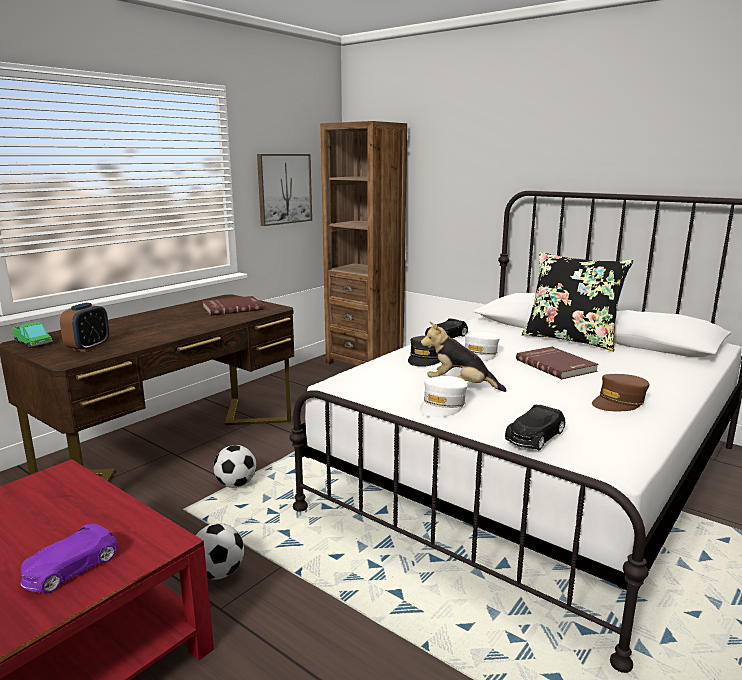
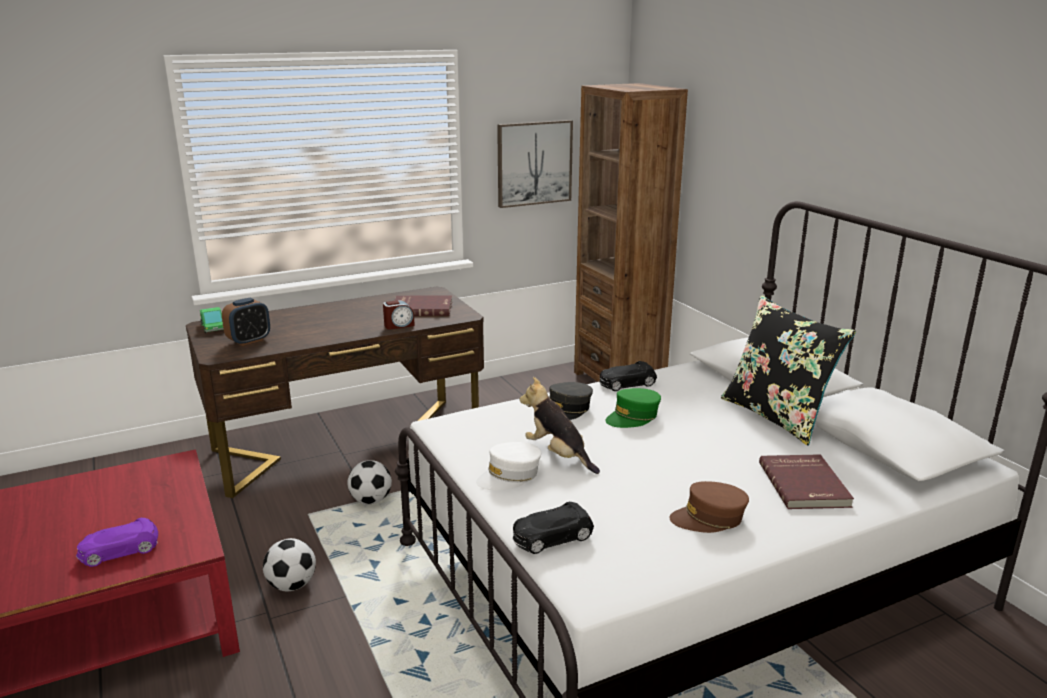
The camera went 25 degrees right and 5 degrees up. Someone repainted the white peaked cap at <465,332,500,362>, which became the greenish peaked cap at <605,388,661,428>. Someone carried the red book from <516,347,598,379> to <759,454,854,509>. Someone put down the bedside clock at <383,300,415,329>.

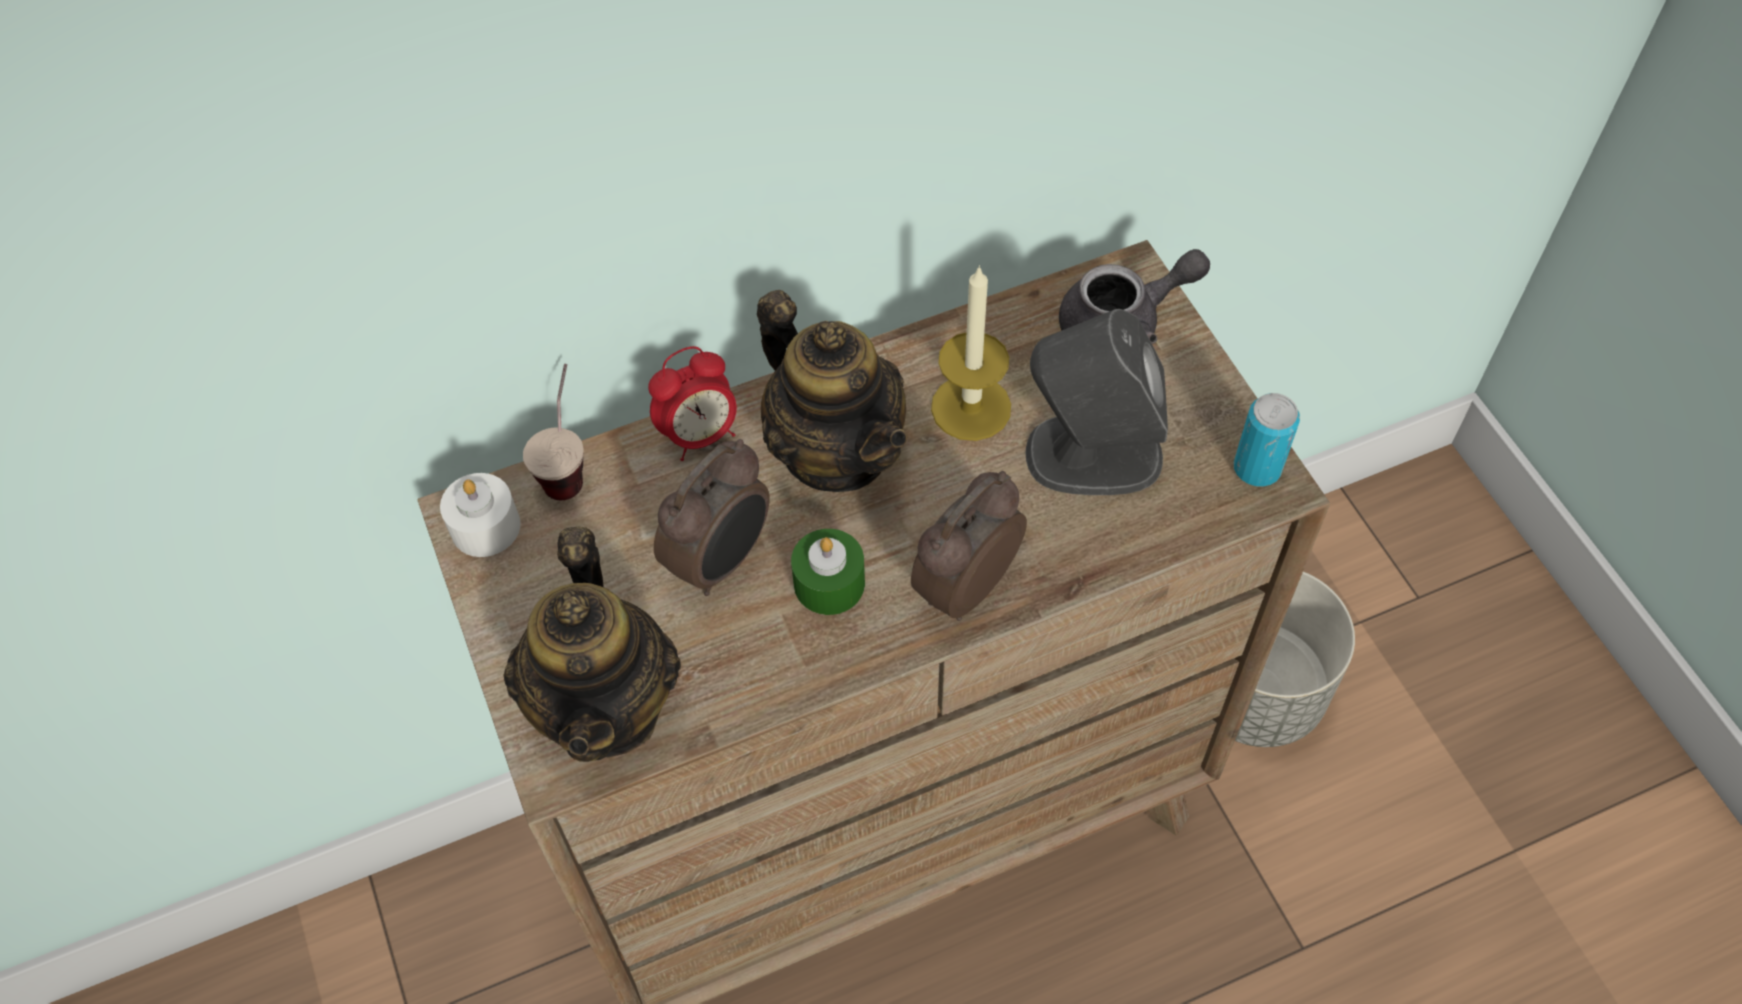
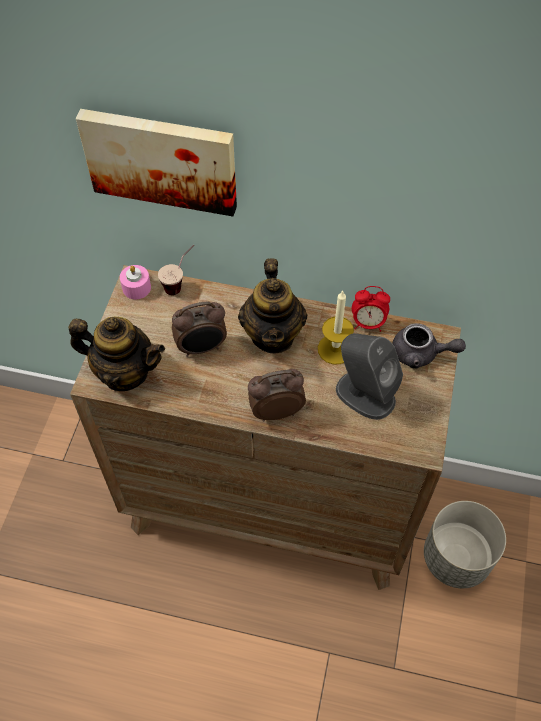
The camera went 35 degrees right and 0 degrees up. Someone carried the bedside clock from <648,346,737,461> to <352,286,390,332>. Someone took away the can at <1234,393,1300,487>. Someone repainted the white candle at <440,473,521,557>, which became the pink candle at <120,265,151,299>. Someone rotated the pot for tea at <503,527,681,762> by 105 degrees counterclockwise. Someone took away the greenish candle at <791,529,865,615>. Someone put up the wall picture at <76,109,237,216>.

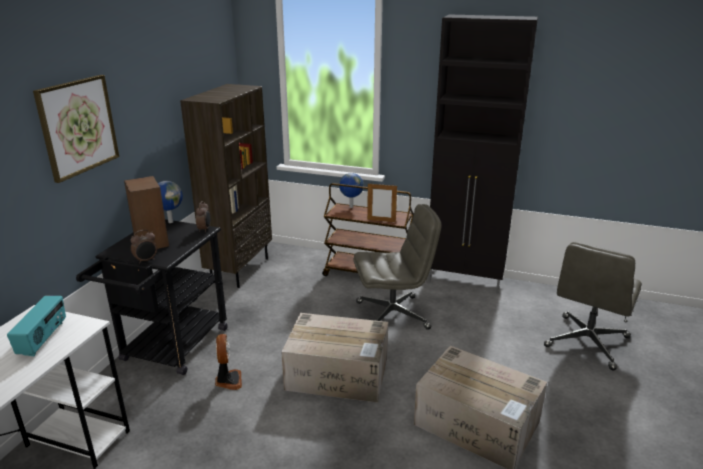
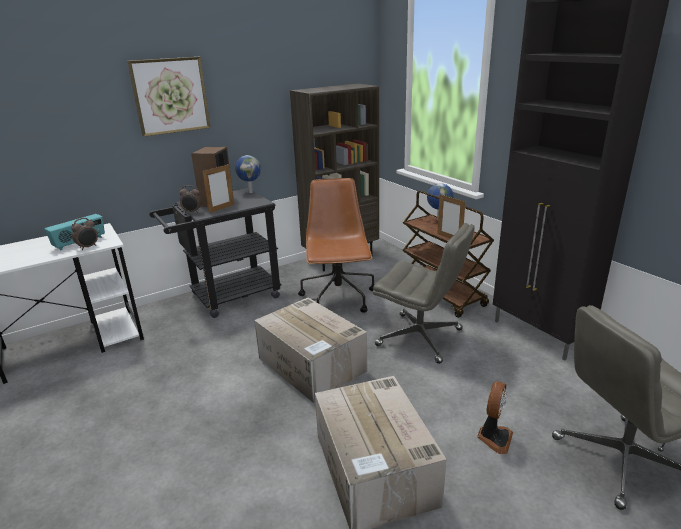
The camera went 40 degrees right and 0 degrees up. Someone carried the bedside clock from <196,201,210,232> to <71,218,98,250>. Someone carried the electric fan from <215,334,242,390> to <477,381,513,454>. Someone put down the picture frame at <202,164,234,213>. Someone put down the brown-coloured computer chair at <298,178,375,313>.

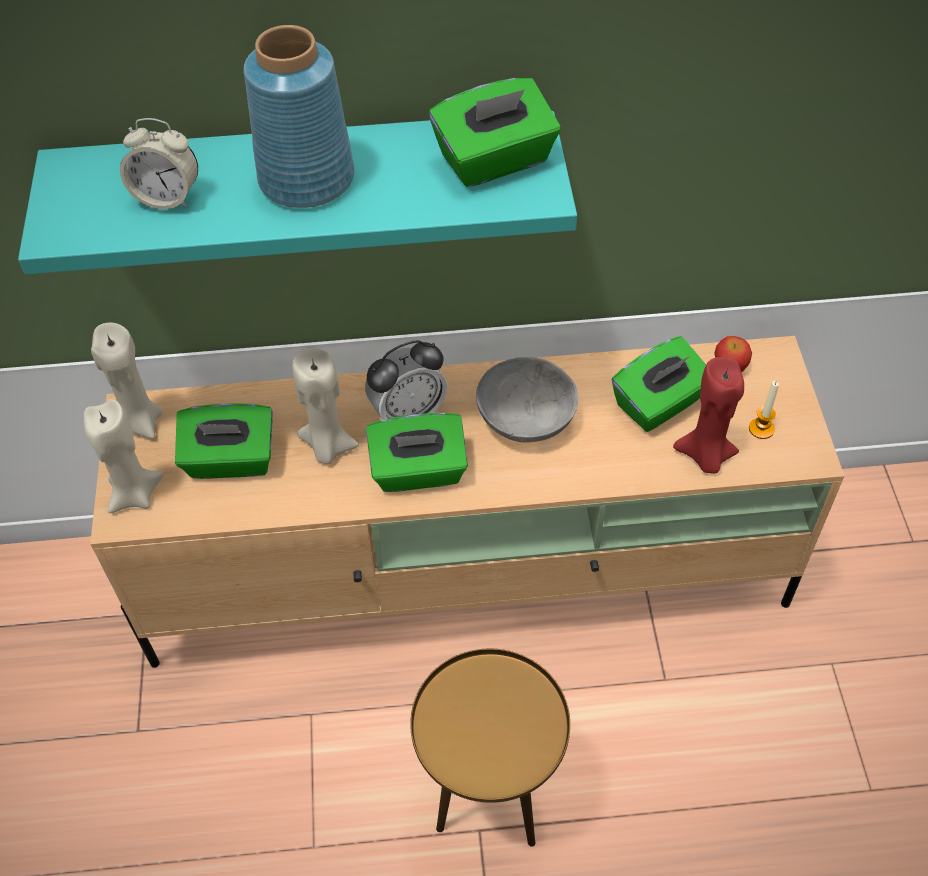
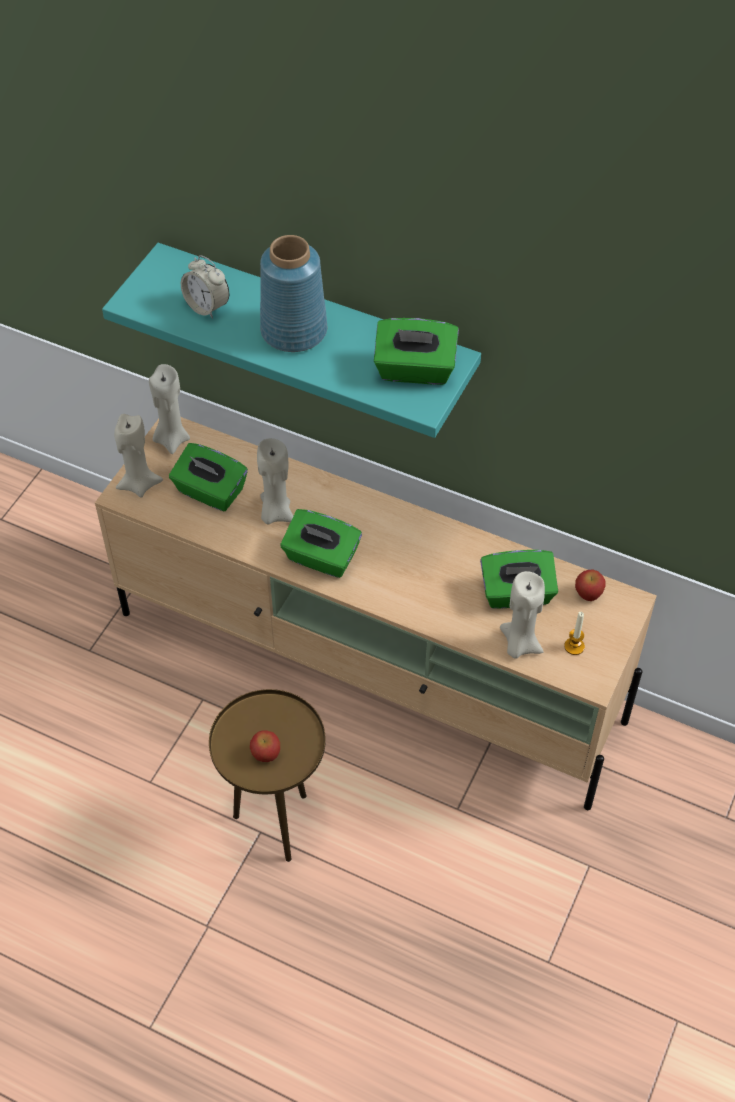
The camera went 30 degrees right and 0 degrees up. Someone took away the bedside clock at <365,340,447,420>. Someone took away the greyish serving bowl at <476,357,578,442>. Someone repainted the red candle at <673,357,744,474>, which became the beige candle at <500,571,545,659>. Someone put down the apple fruit at <250,730,280,762>.

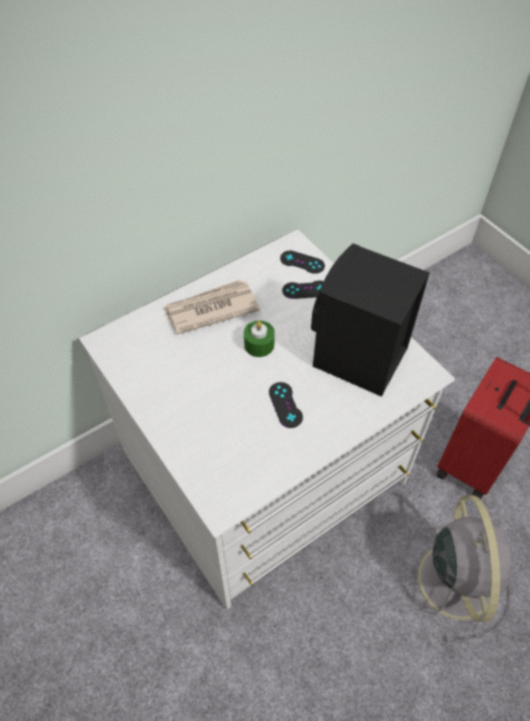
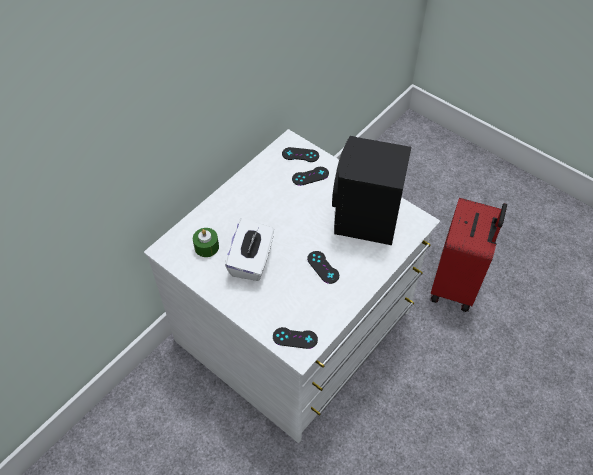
The camera went 15 degrees left and 0 degrees up. Someone took away the printed paper at <163,280,260,334>. Someone carried the greenish candle from <244,321,275,357> to <193,228,219,257>. Someone took away the greyish electric fan at <399,495,512,642>. Someone put down the white tissue holder at <225,218,274,281>. Someone put down the blackish gamepad at <273,327,318,349>.

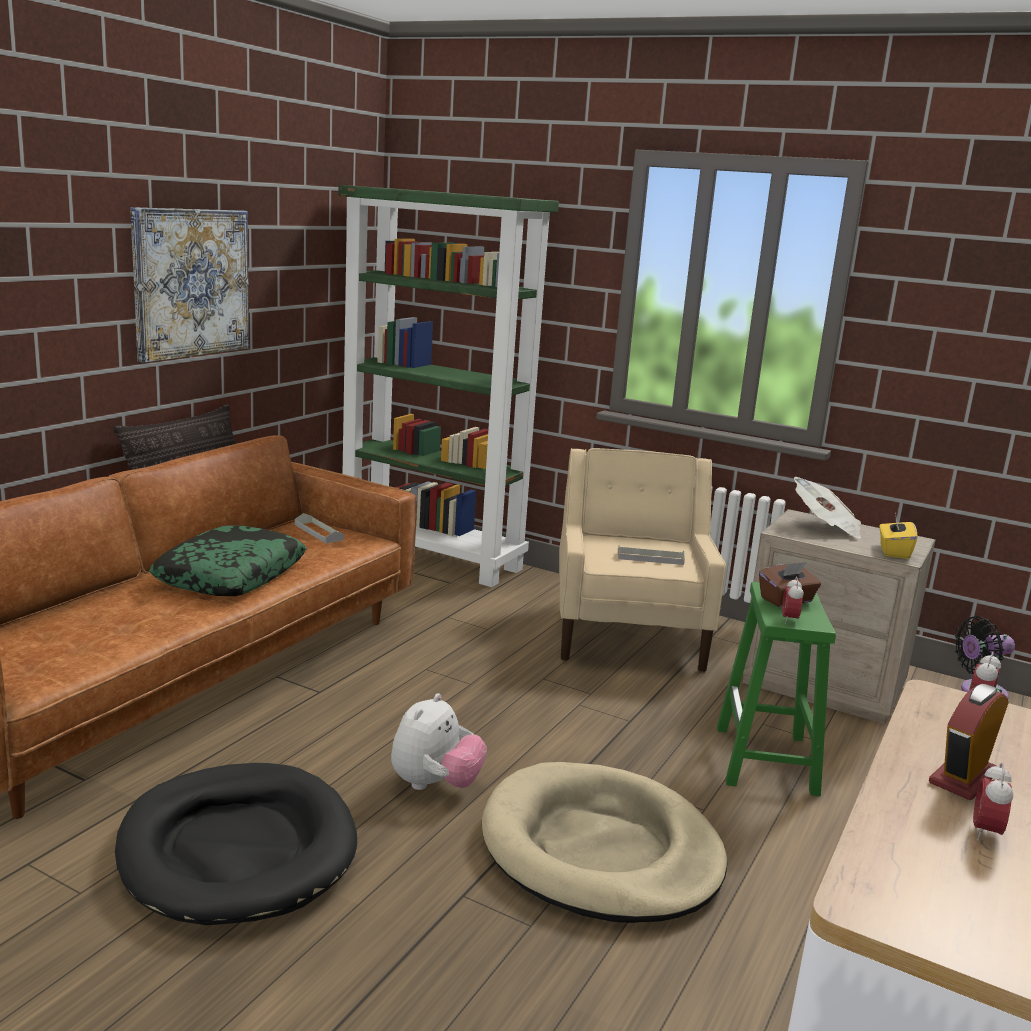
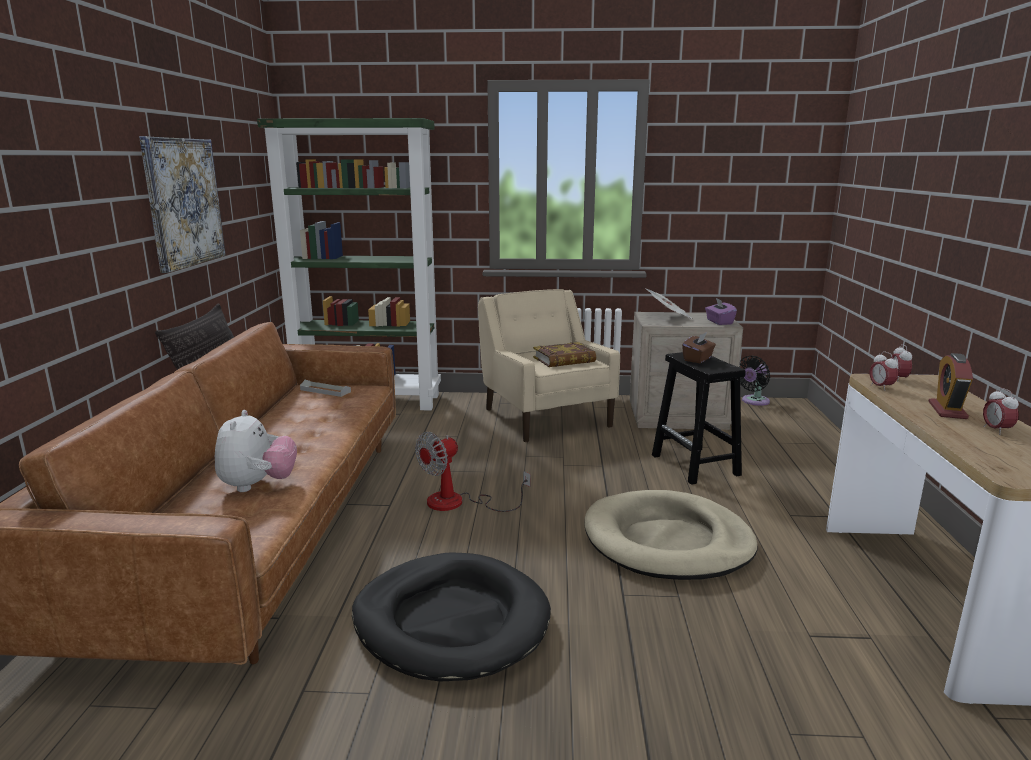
The camera went 25 degrees left and 0 degrees up. Someone repainted the yellow tissue holder at <879,512,917,559>, which became the purple tissue holder at <705,298,737,325>. Someone took away the throw pillow at <149,525,307,596>. Someone swapped the greyish carrying tray at <618,545,685,565> for the book at <533,342,596,367>. Someone carried the bedside clock from <782,577,804,624> to <870,351,898,391>. Someone repainted the greenish stool at <717,582,836,796>, which became the blackish stool at <652,352,746,485>. Someone carried the soft toy from <391,693,487,790> to <215,410,297,492>. Someone put down the electric fan at <415,432,531,512>.

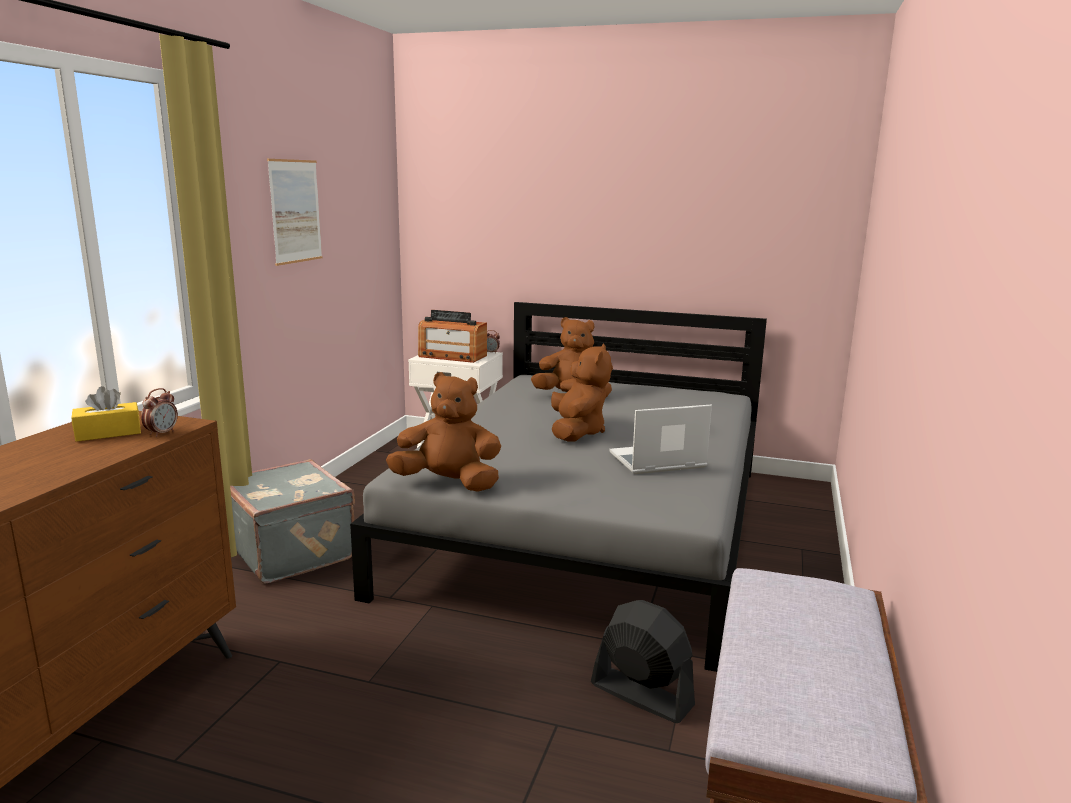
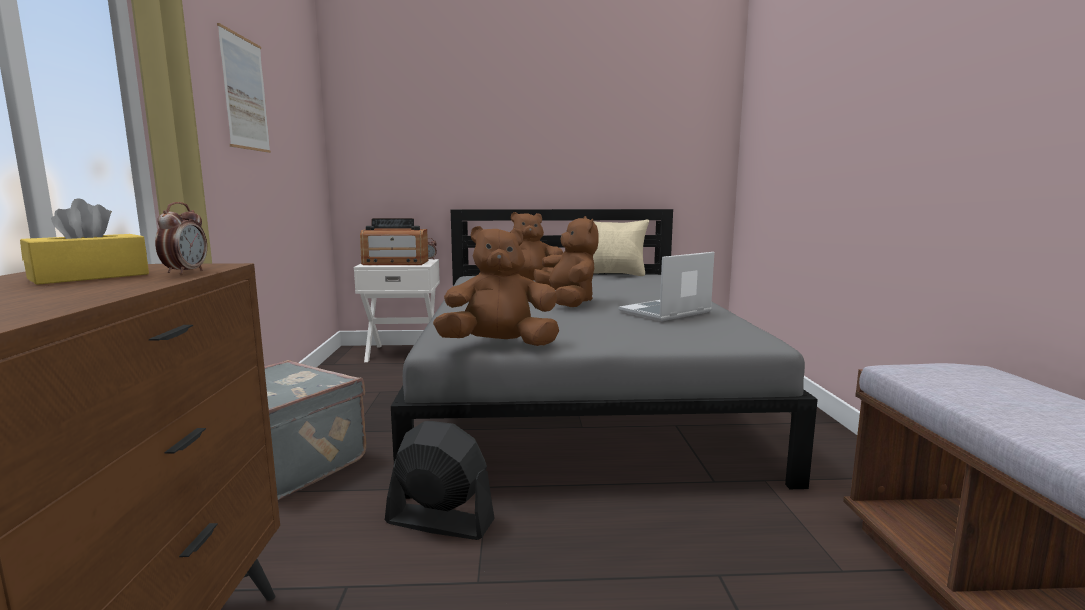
The camera went 20 degrees left and 5 degrees down. Someone carried the blackish electric fan from <591,600,695,723> to <385,421,495,540>. Someone put down the beige throw pillow at <593,219,649,276>.

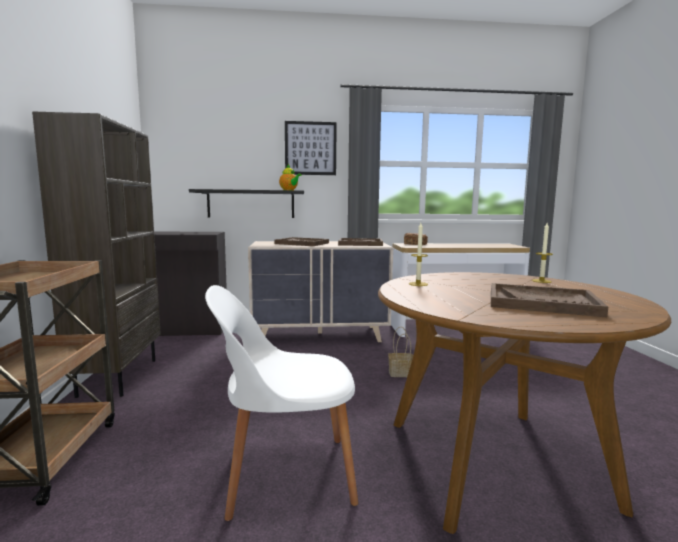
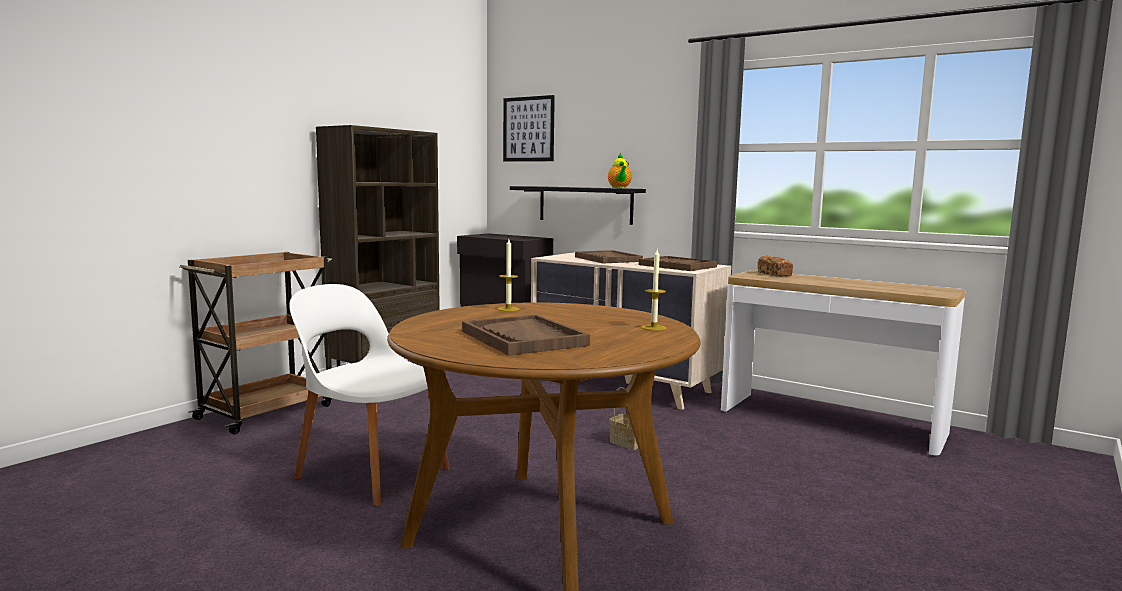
The camera went 40 degrees right and 0 degrees up. Someone carried the wall picture from <285,121,337,175> to <503,95,555,161>.

